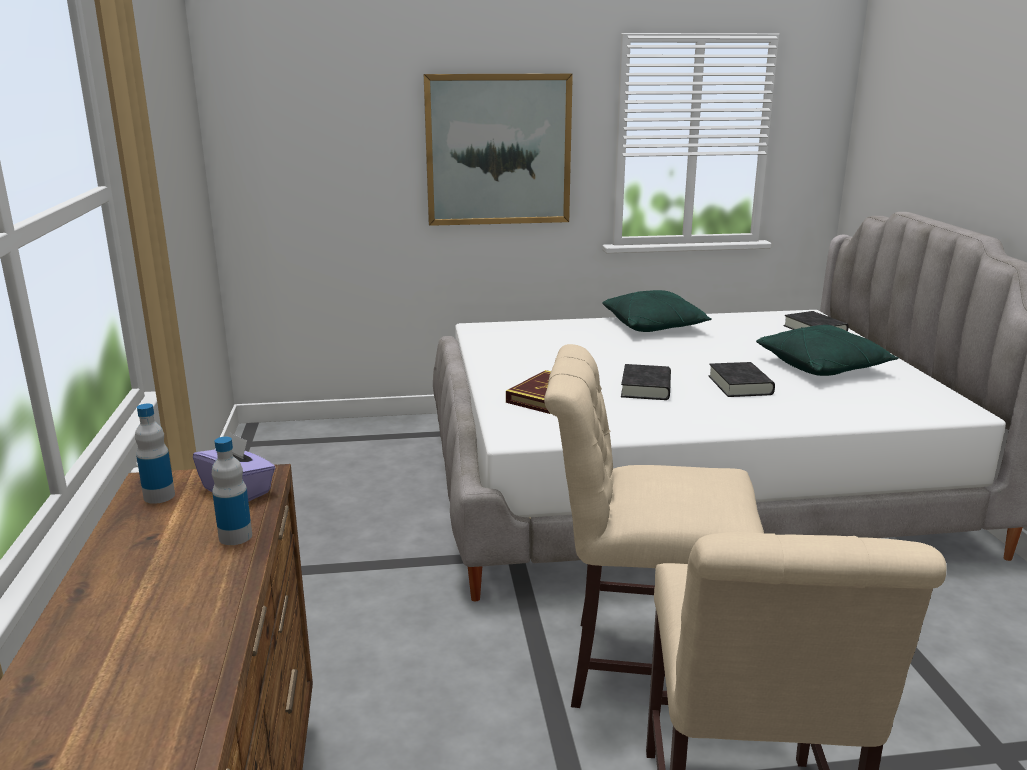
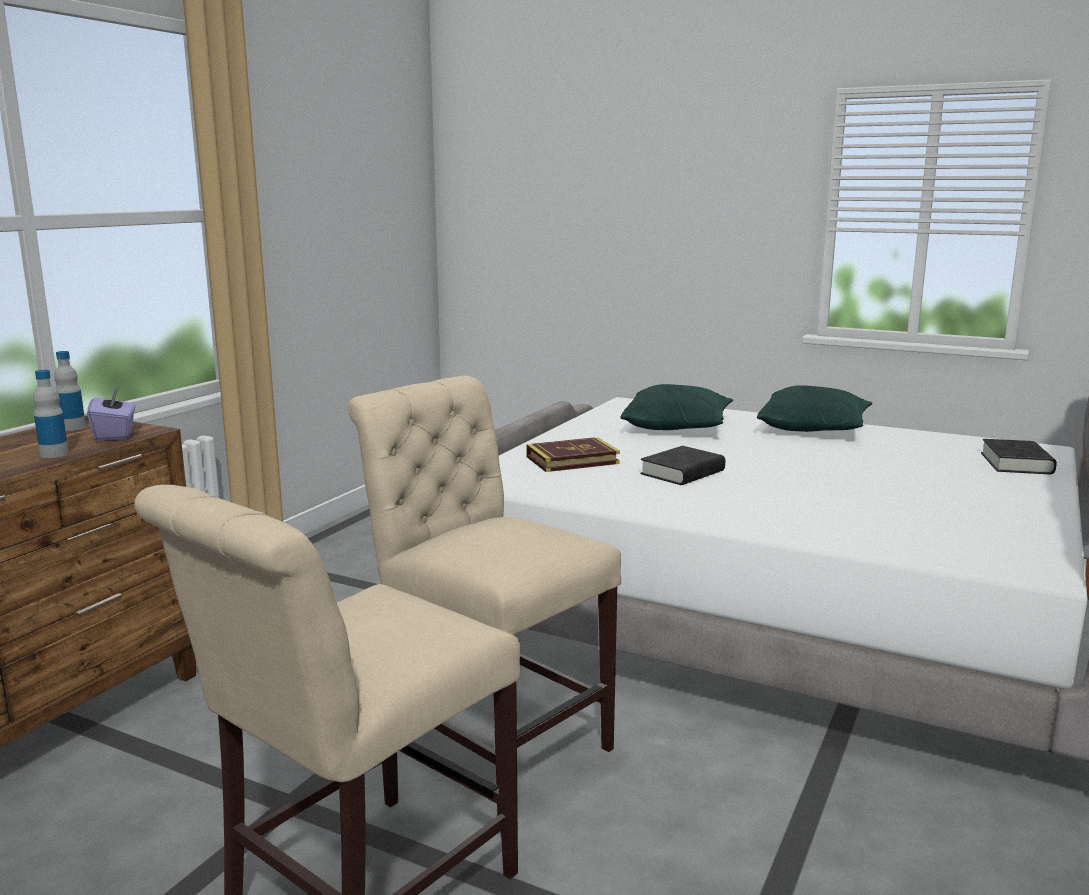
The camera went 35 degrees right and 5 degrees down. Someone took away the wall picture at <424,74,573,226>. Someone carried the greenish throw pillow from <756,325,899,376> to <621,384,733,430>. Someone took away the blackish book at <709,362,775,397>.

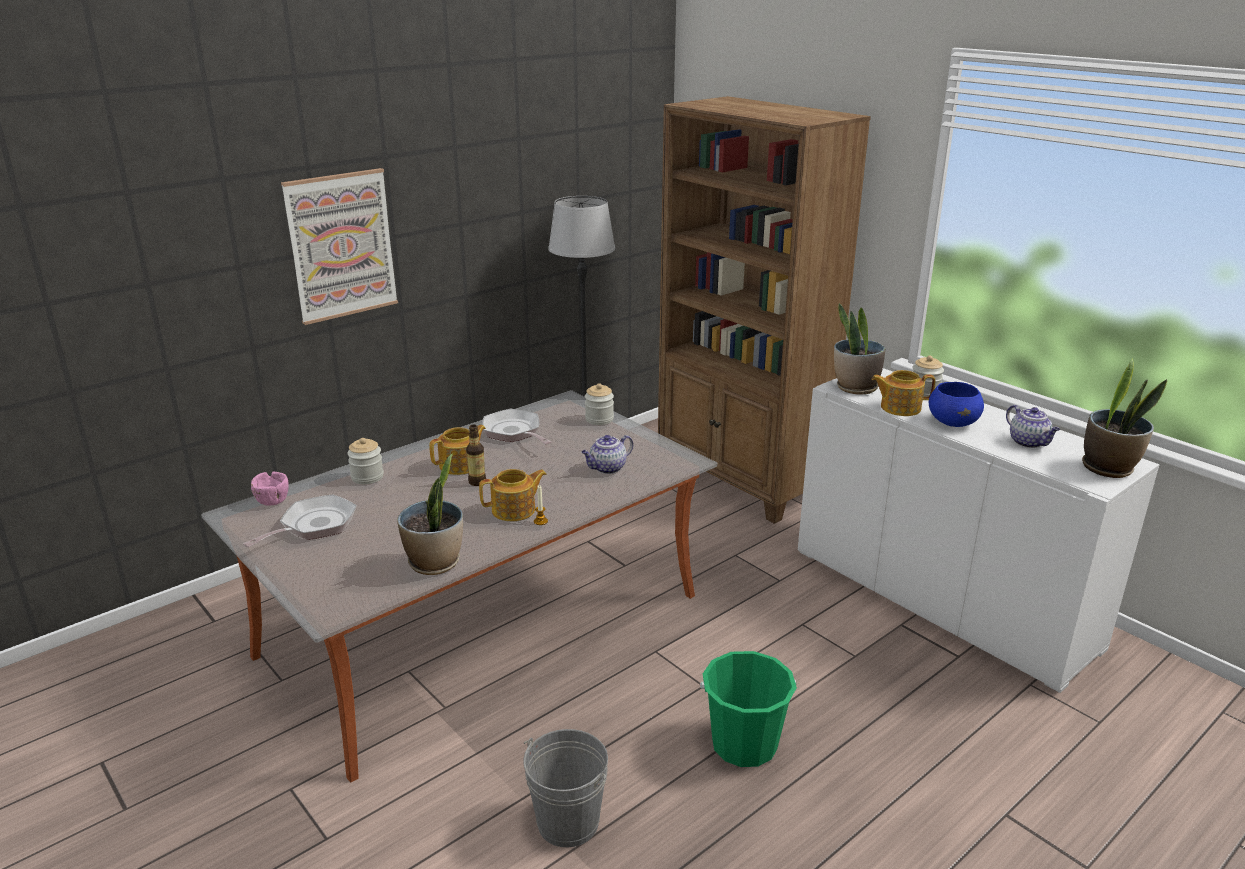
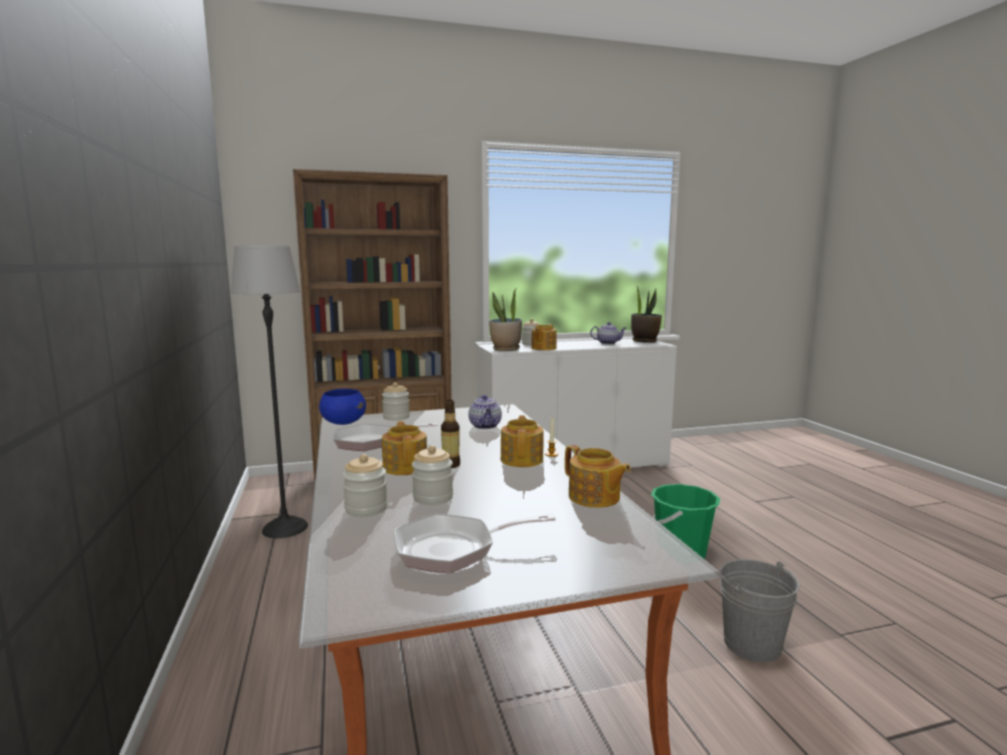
The camera went 65 degrees left and 15 degrees down. Someone took away the wall picture at <281,168,398,325>. Someone carried the blue-coloured serving bowl from <929,382,984,427> to <319,389,366,425>. Someone swapped the potted plant at <397,453,463,575> for the pot for tea at <565,445,631,508>. Someone took away the pink serving bowl at <251,471,289,506>. Someone rotated the skillet at <243,494,357,547> by 75 degrees counterclockwise. Someone put down the jar at <412,445,453,505>.

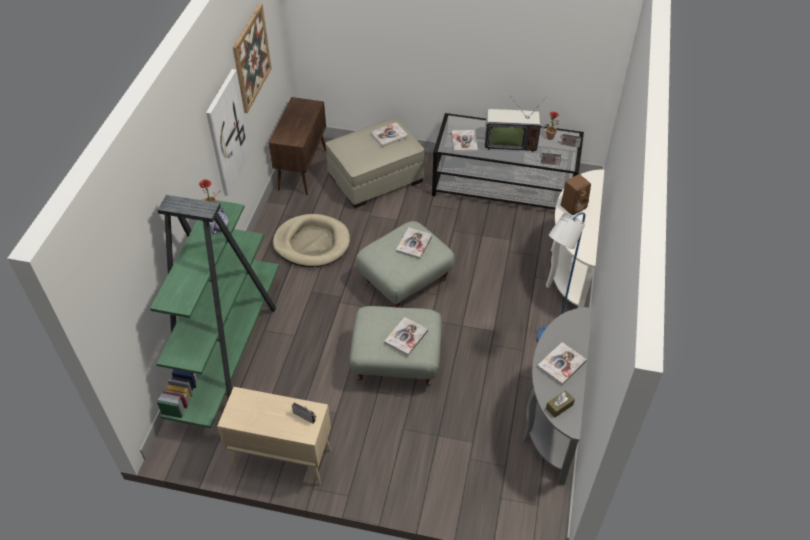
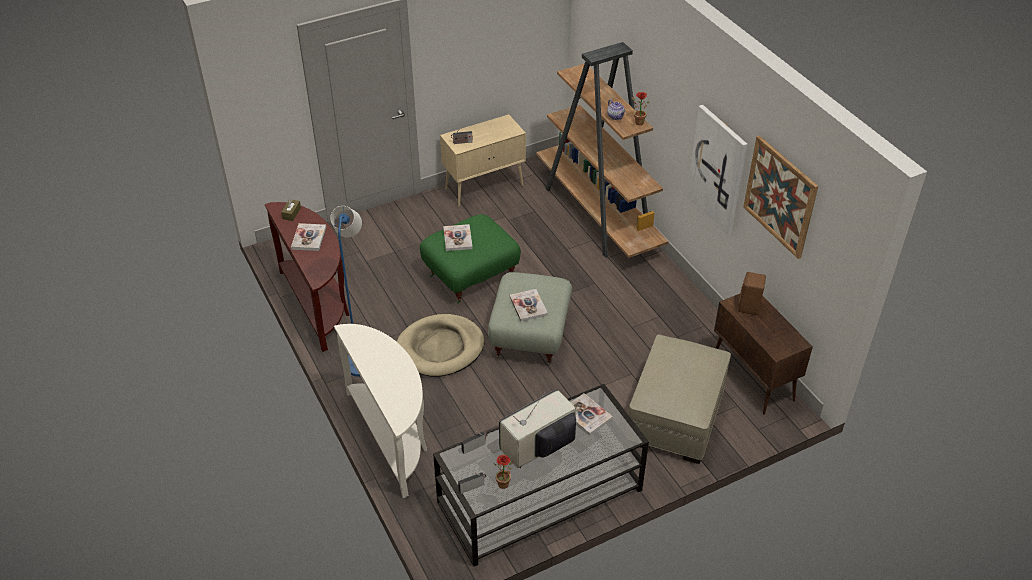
The camera went 140 degrees right and 5 degrees down. Someone took away the book at <371,123,408,147>. Someone carried the brown-coloured loudspeaker from <561,174,591,215> to <738,272,766,315>. Someone repainted the greenish shelving unit at <150,195,279,428>, which became the brown-coloured shelving unit at <536,42,668,258>. Someone carried the beige dog bed from <273,214,350,267> to <397,314,484,377>. Someone repainted the greyish footrest at <350,306,442,385>, which became the greenish footrest at <420,214,521,304>. Someone repainted the greyish console table at <522,307,592,485>, which became the brown-coloured console table at <265,202,349,352>.

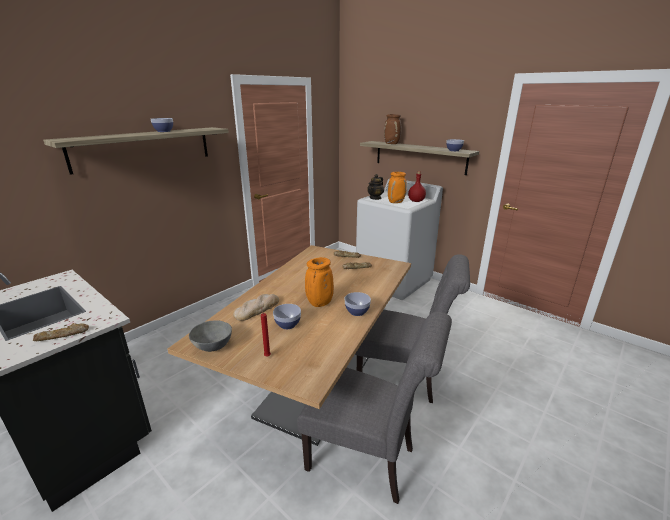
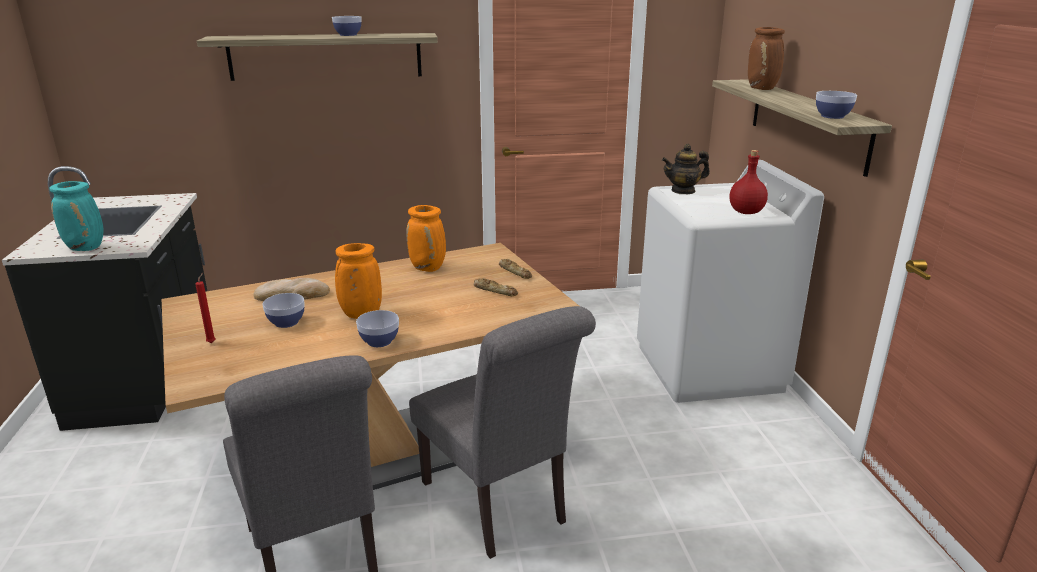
The camera went 40 degrees right and 0 degrees up. Someone carried the orange-coloured decorative vase from <388,172,407,203> to <406,205,446,272>. Someone took away the greyish serving bowl at <189,320,232,352>. Someone swapped the bakery bread at <33,323,89,341> for the turquoise decorative vase at <49,181,104,251>.

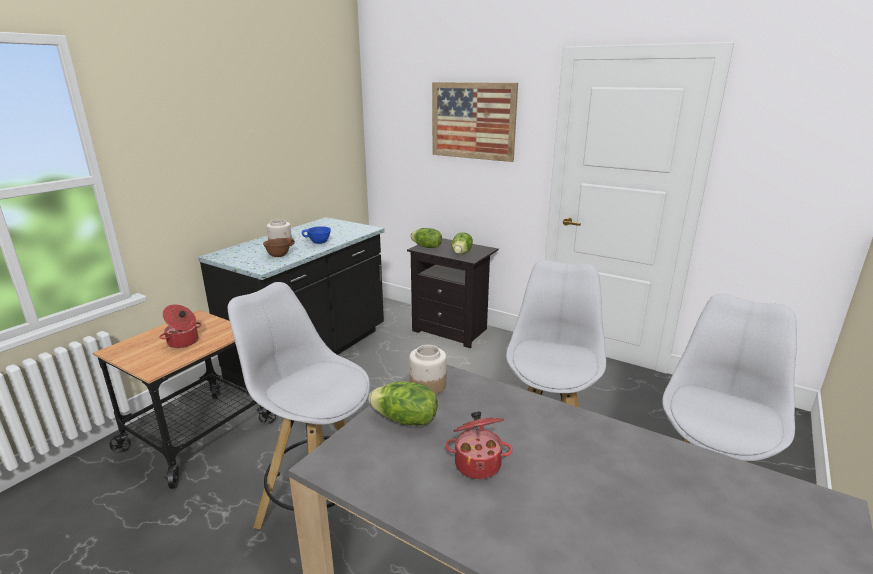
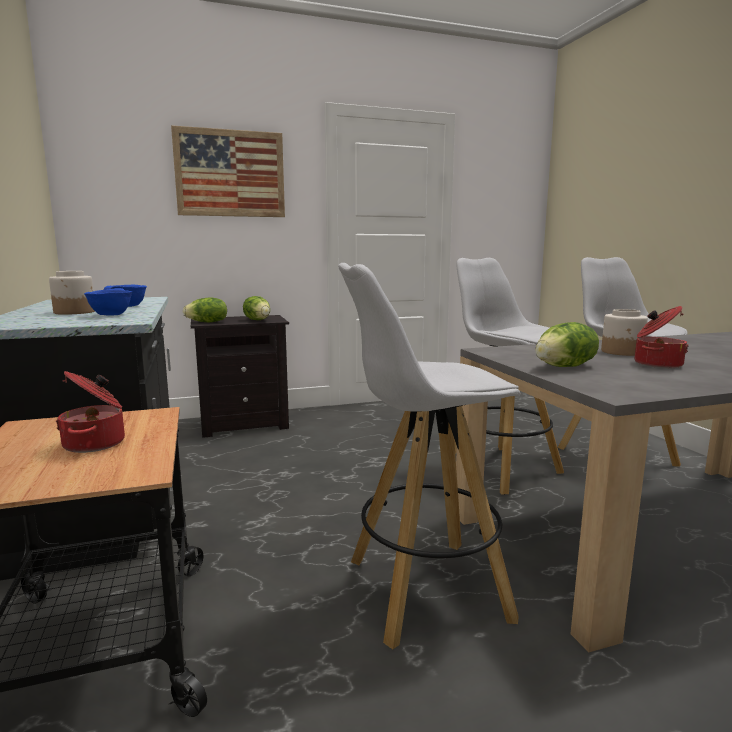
The camera went 50 degrees left and 10 degrees down. Someone repainted the brown-coloured serving bowl at <263,238,295,257>, which became the blue-coloured serving bowl at <84,288,132,316>. Someone carried the jar from <409,345,447,394> to <601,309,648,356>.

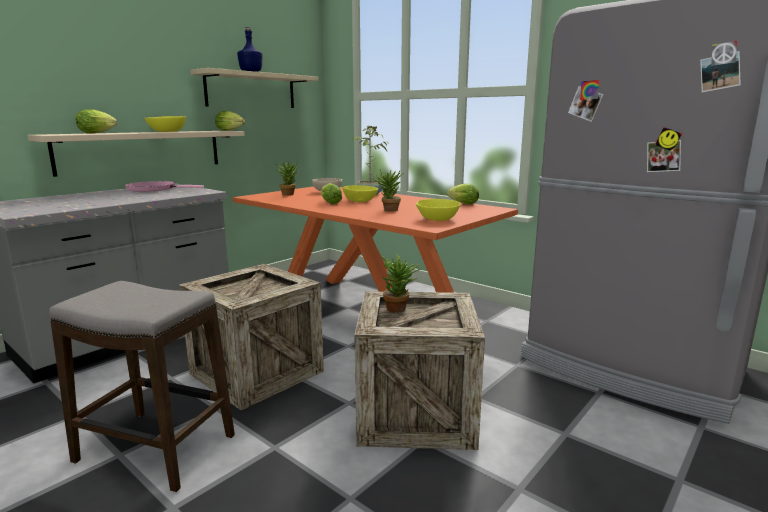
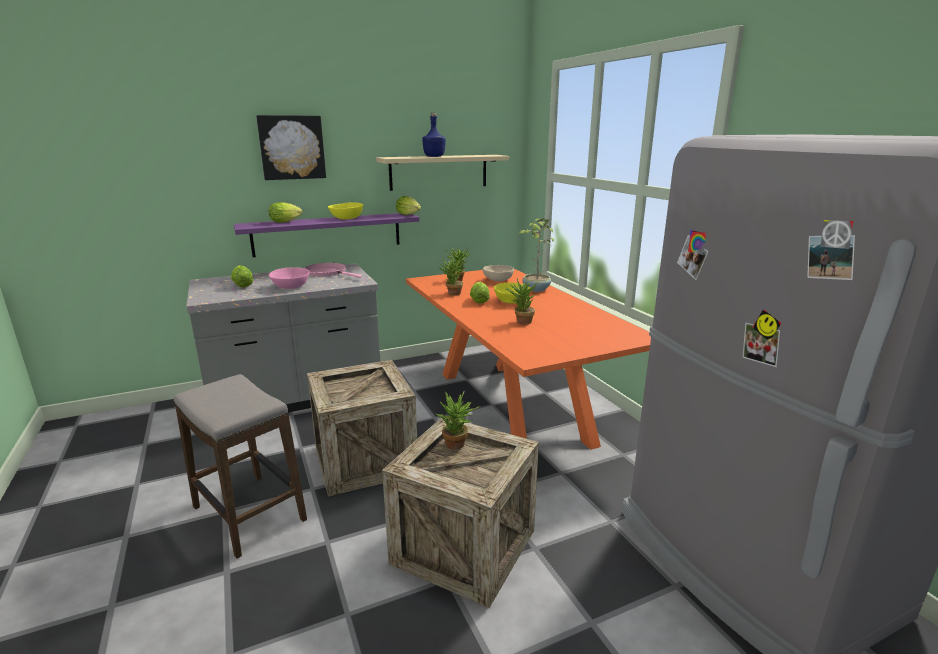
The camera went 25 degrees right and 5 degrees up. Someone repainted the beige shelf at <28,131,245,177>, which became the purple shelf at <234,213,420,257>. Someone carried the head of lettuce from <447,184,479,205> to <231,265,254,287>. Someone took away the yellow serving bowl at <416,199,460,221>. Someone put up the wall picture at <256,115,326,180>. Someone put down the potted plant at <439,257,467,295>. Someone put down the pink serving bowl at <269,267,310,289>.

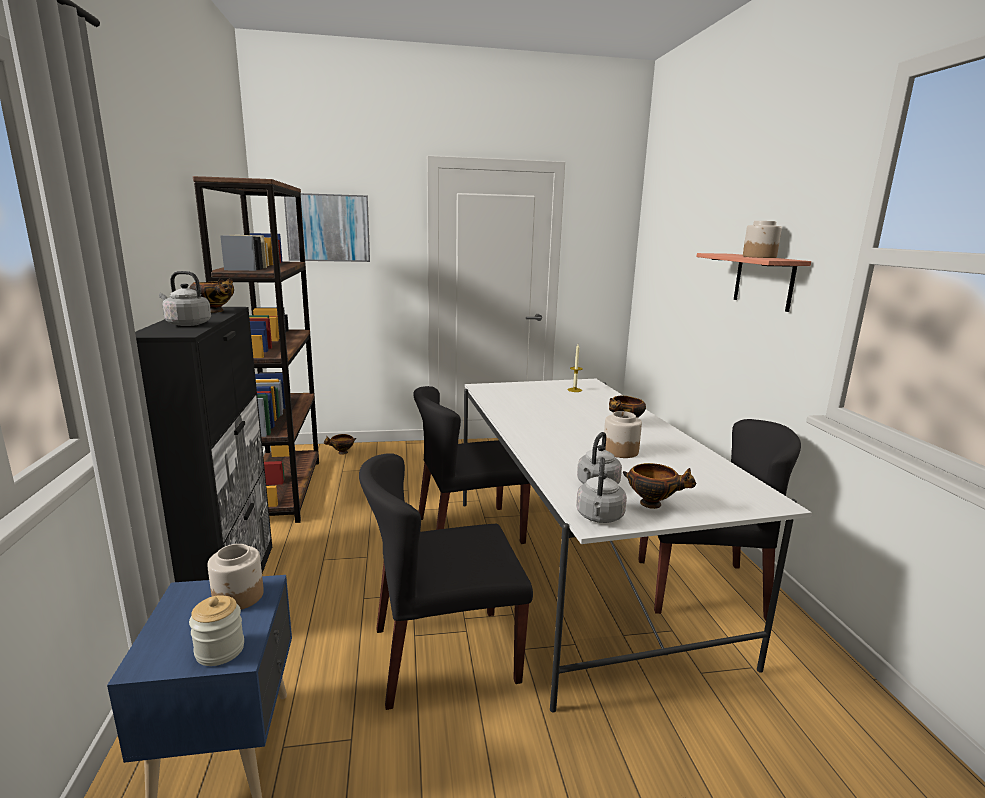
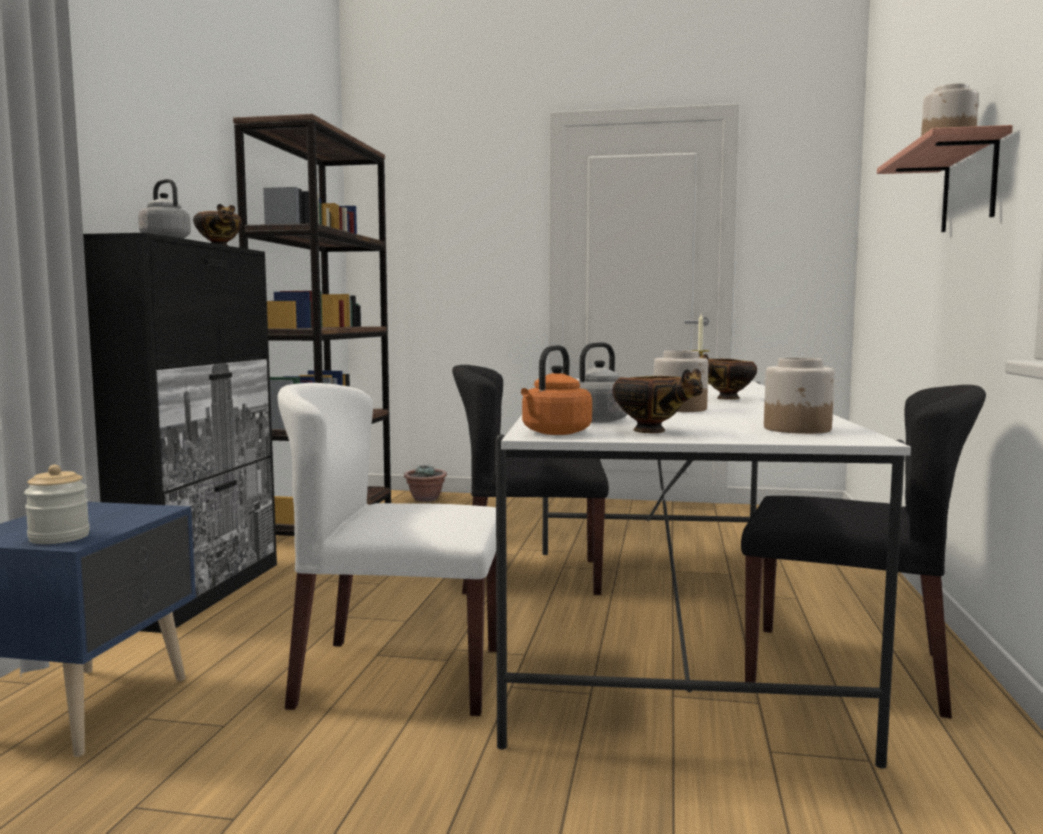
The camera went 20 degrees right and 10 degrees down. Someone took away the wall picture at <284,193,370,262>. Someone swapped the serving bowl at <324,434,356,455> for the potted plant at <404,465,447,502>. Someone repainted the blackish plain chair at <359,453,533,710>, which became the white plain chair at <277,383,497,716>. Someone repainted the greyish tea kettle at <576,457,627,523>, which became the orange-coloured tea kettle at <521,345,592,435>. Someone carried the jar from <207,544,264,610> to <764,358,834,434>.

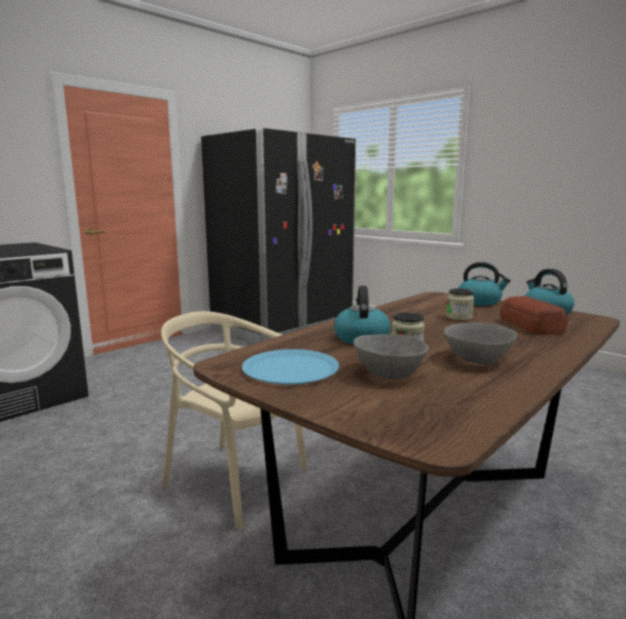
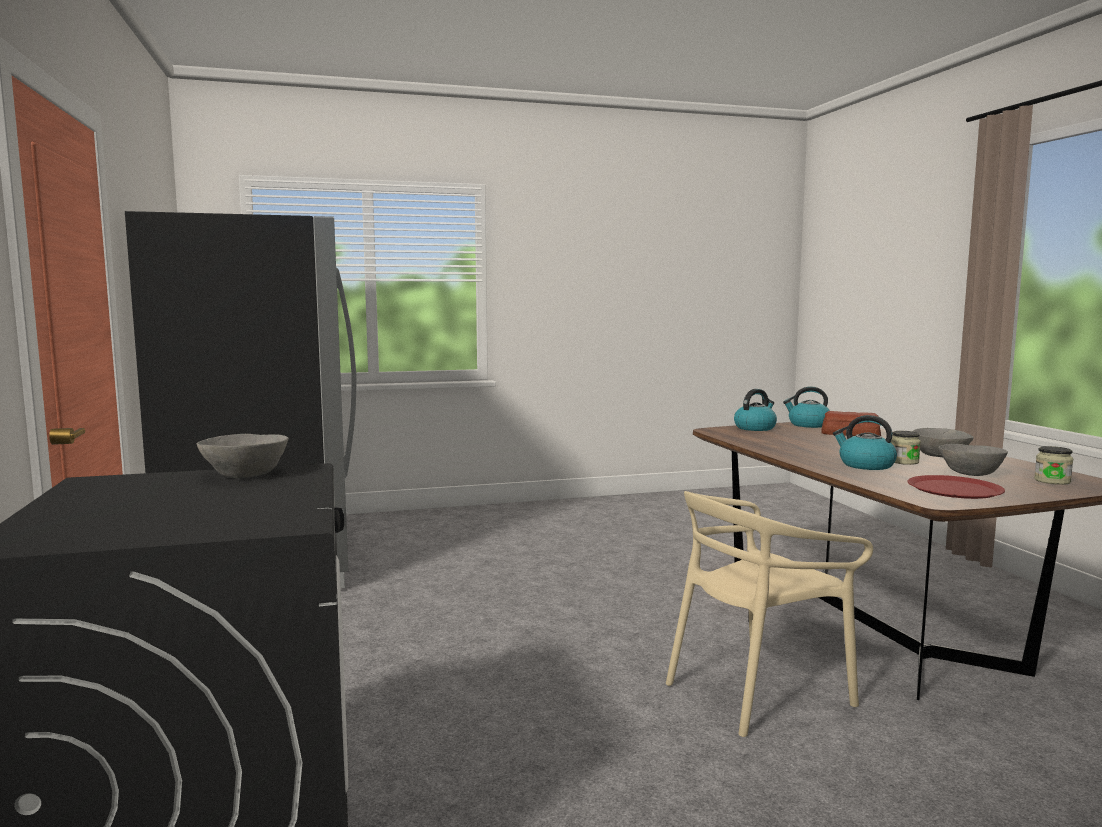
The camera went 60 degrees left and 5 degrees down. Someone carried the jar from <446,288,474,320> to <1034,446,1073,485>. Someone repainted the blue-coloured dinner plate at <242,349,339,385>, which became the red dinner plate at <907,475,1005,499>. Someone put down the greyish serving bowl at <196,434,288,479>.

